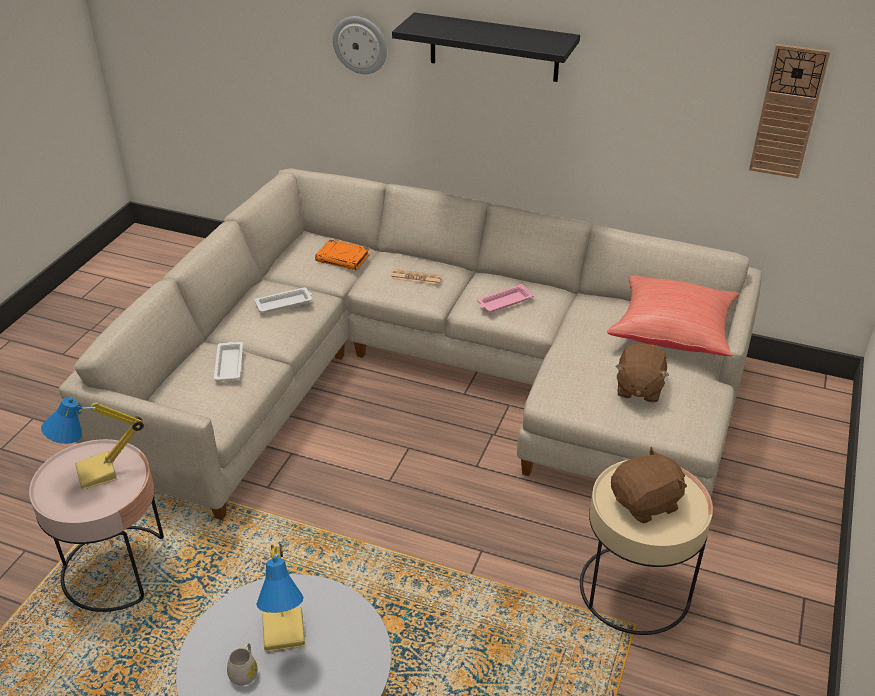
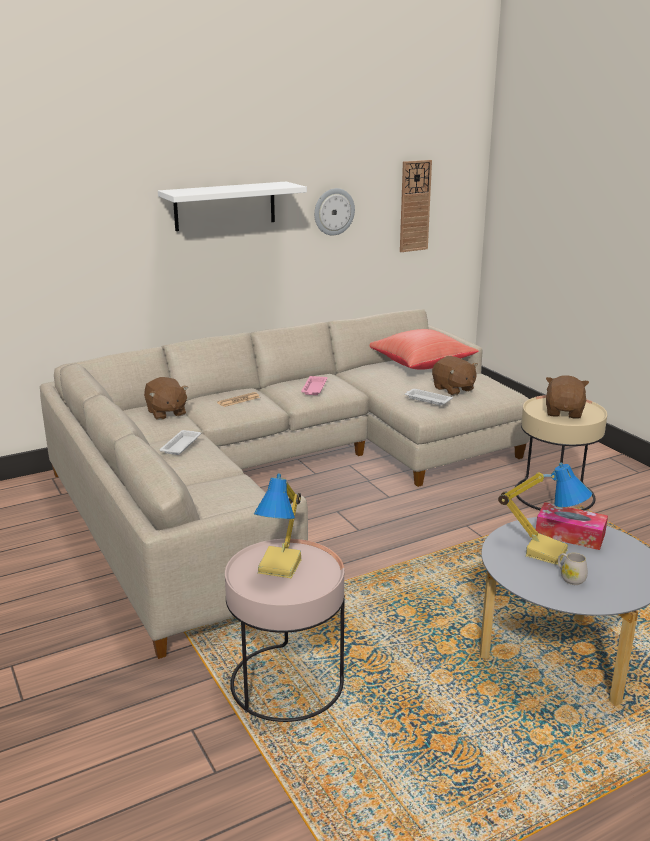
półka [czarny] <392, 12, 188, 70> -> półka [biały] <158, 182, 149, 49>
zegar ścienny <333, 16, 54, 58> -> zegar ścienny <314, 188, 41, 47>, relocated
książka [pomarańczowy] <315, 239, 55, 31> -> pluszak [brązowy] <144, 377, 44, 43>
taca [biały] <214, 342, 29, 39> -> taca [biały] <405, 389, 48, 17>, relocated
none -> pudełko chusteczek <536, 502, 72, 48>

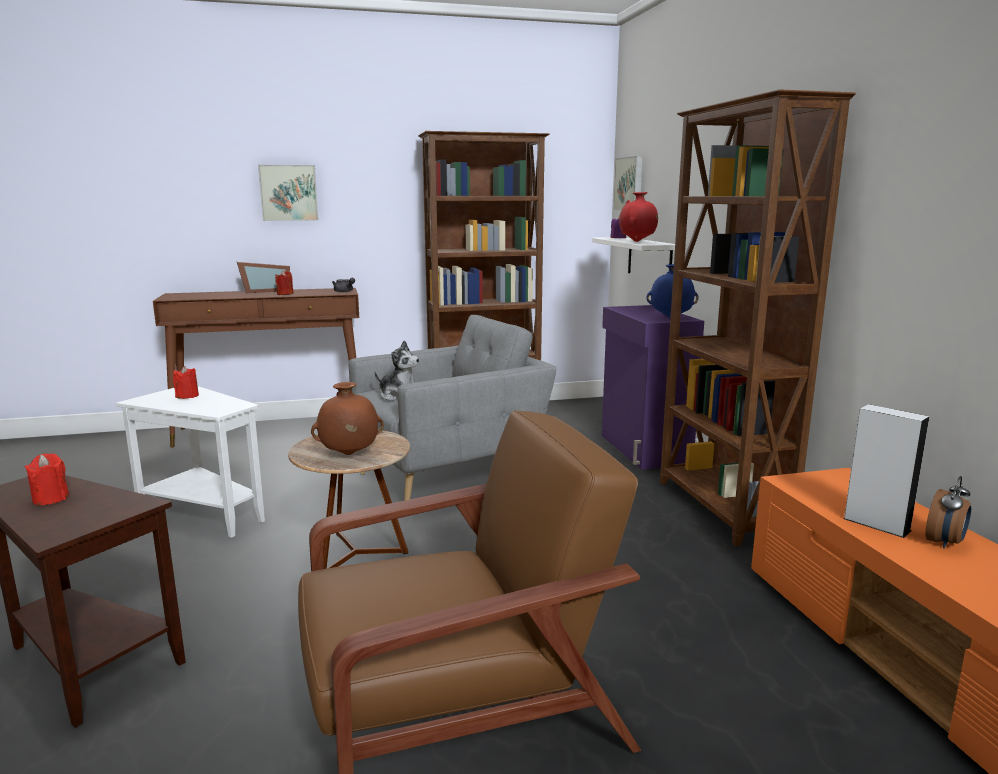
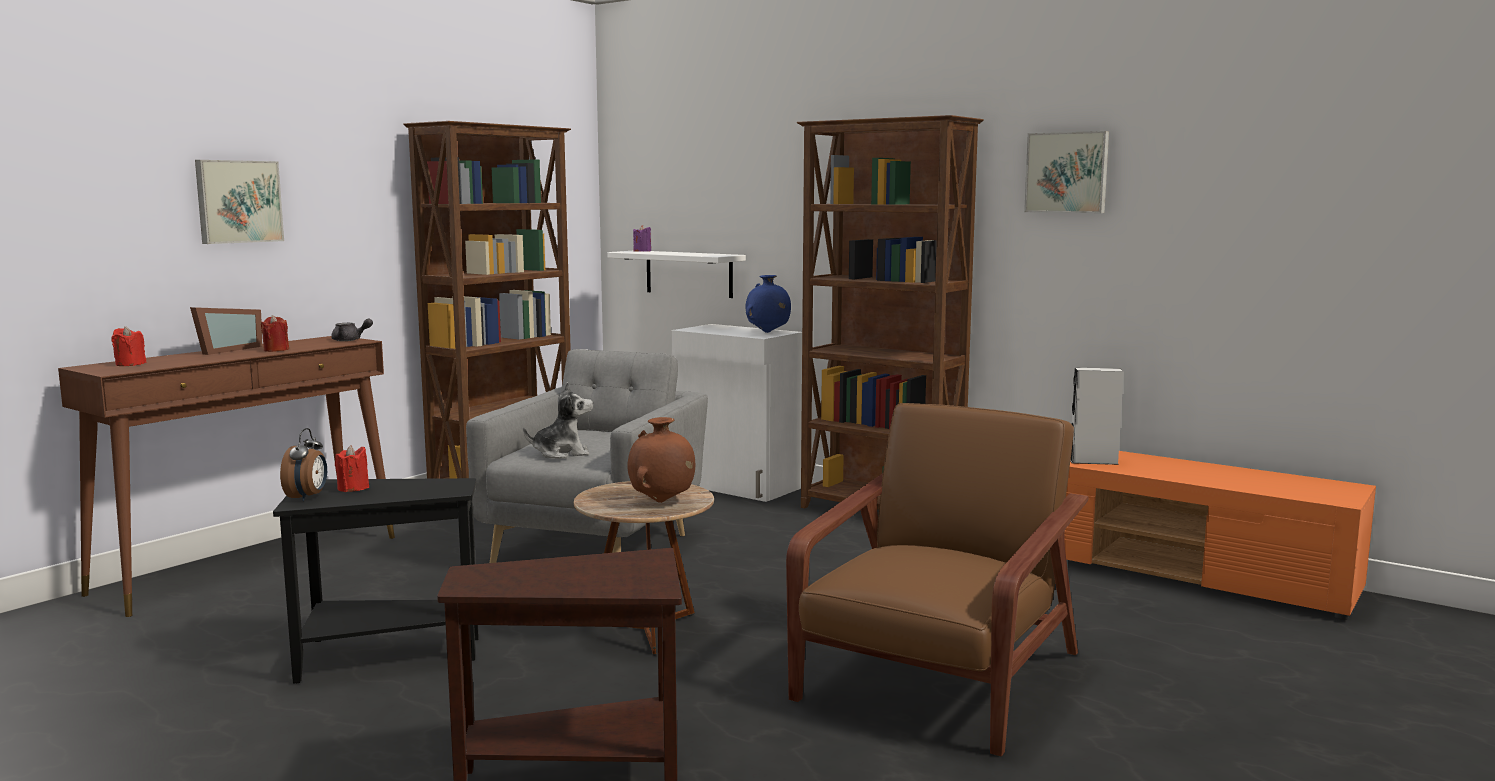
obraz <613, 156, 30, 55> -> obraz <1024, 131, 85, 82>, relocated
wazon [czerwony] <619, 192, 39, 50> -> none
szafka [fioletowy] <602, 305, 102, 165> -> szafka [biały] <671, 324, 131, 178>
stolik [biały] <116, 386, 149, 152> -> stolik [czarny] <273, 478, 206, 206>
świeca [czerwony] <25, 454, 44, 51> -> świeca [czerwony] <111, 326, 35, 40>, relocated
budzik <925, 476, 46, 73> -> budzik <280, 428, 47, 73>, relocated

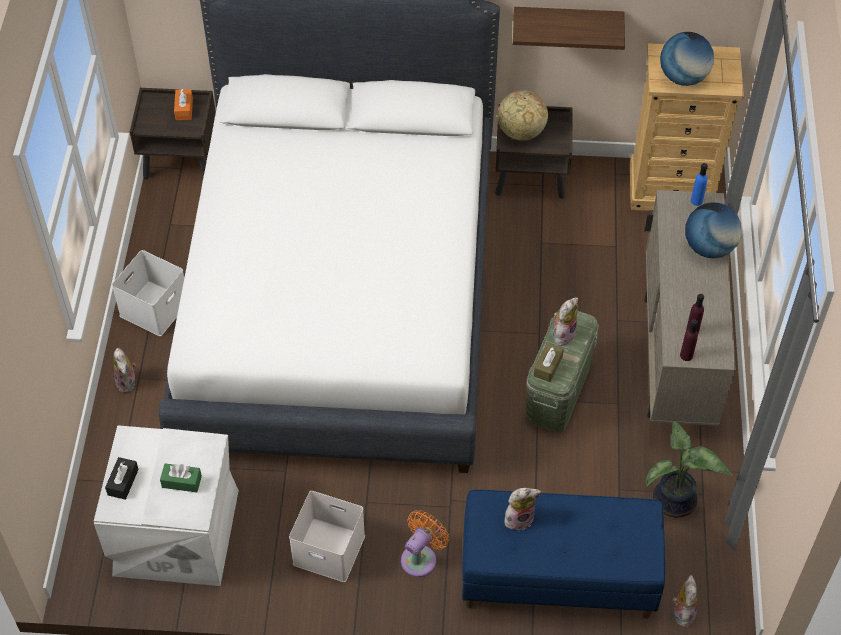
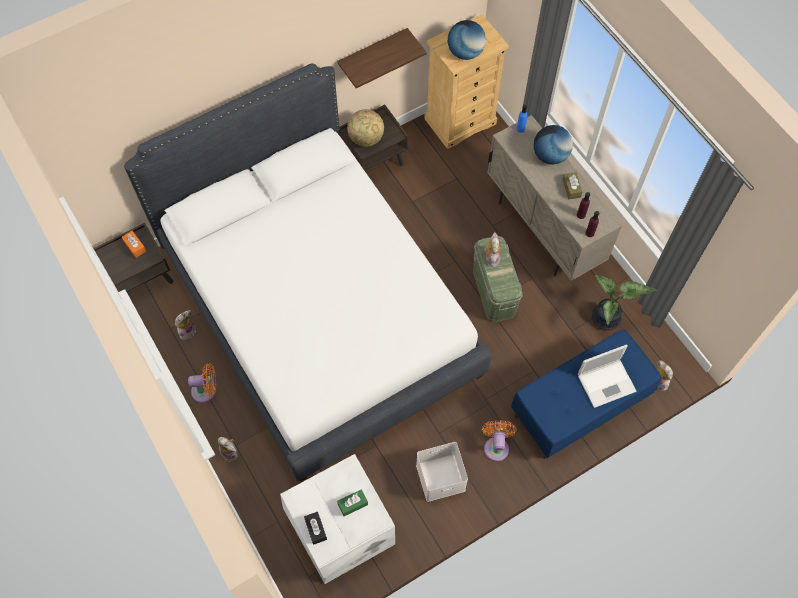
pojemnik do przechowywania [biały] <112, 250, 72, 86> -> wentylator [pomarańczowy] <188, 363, 28, 40>
pudełko chusteczek [brązowy] <534, 343, 30, 39> -> pudełko chusteczek [brązowy] <563, 172, 19, 27>, relocated
pluszak <505, 488, 36, 42> -> pluszak <175, 310, 21, 30>, relocated
none -> laptop <578, 345, 59, 63>

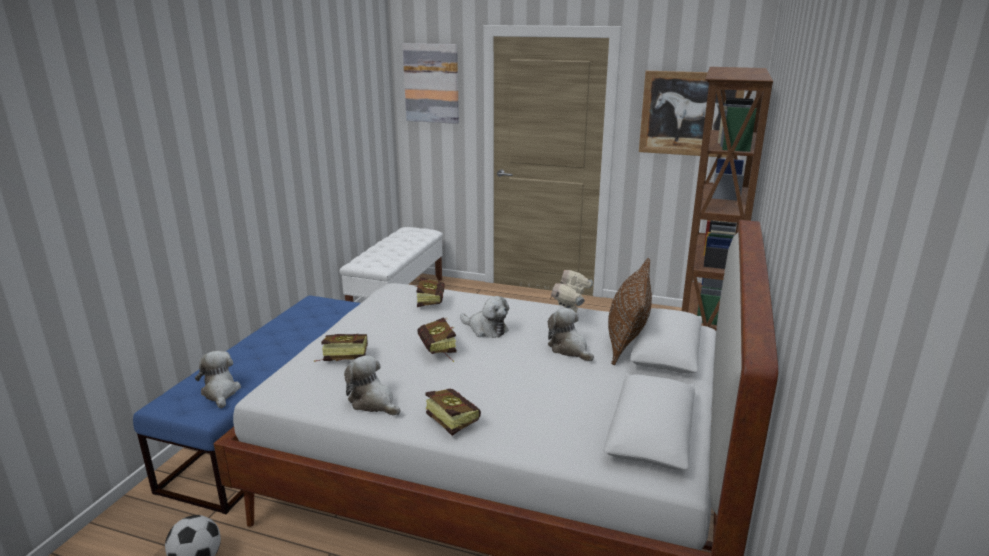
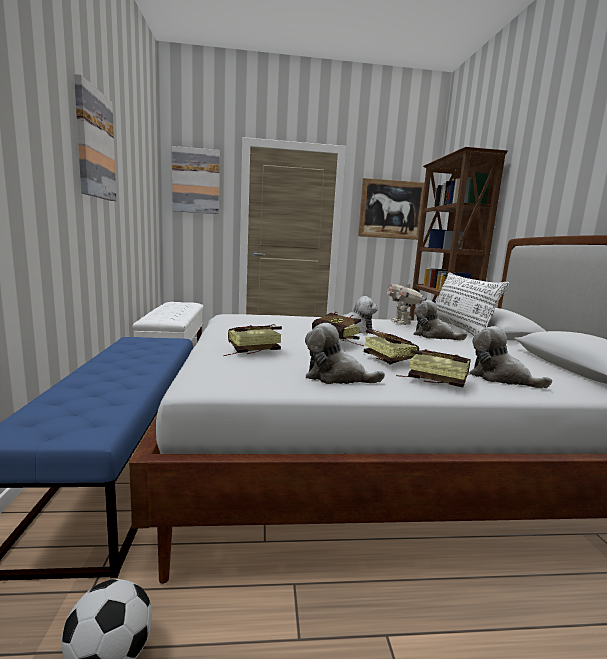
poduszka [brązowy] <608, 258, 44, 107> -> poduszka [biały] <435, 272, 75, 64>
książka <416, 277, 29, 30> -> książka <363, 329, 56, 36>, relocated
pluszak <195, 351, 46, 58> -> pluszak <469, 326, 83, 62>, relocated
none -> obraz <74, 74, 43, 127>

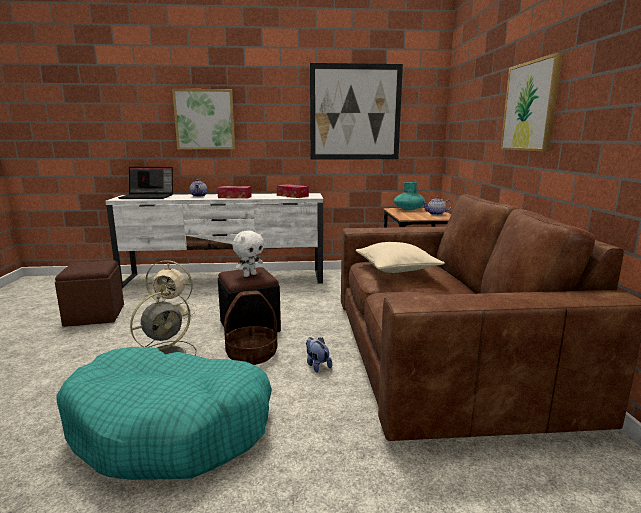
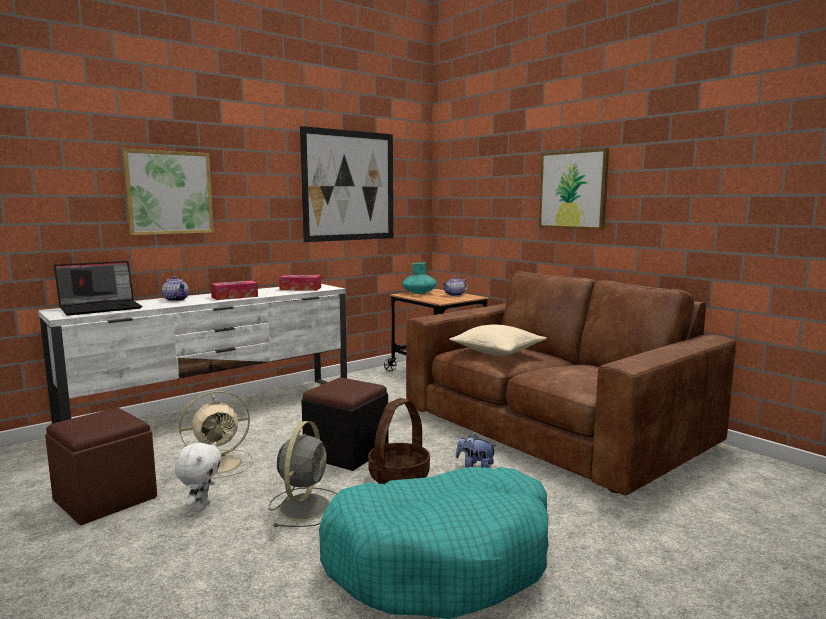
pluszak [biały] <232, 230, 32, 47> -> pluszak [biały] <175, 442, 47, 70>, relocated

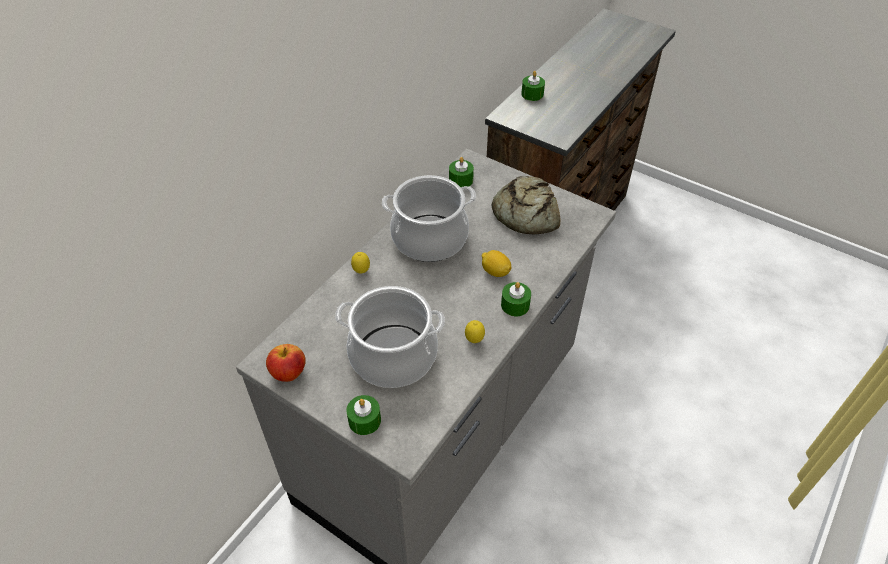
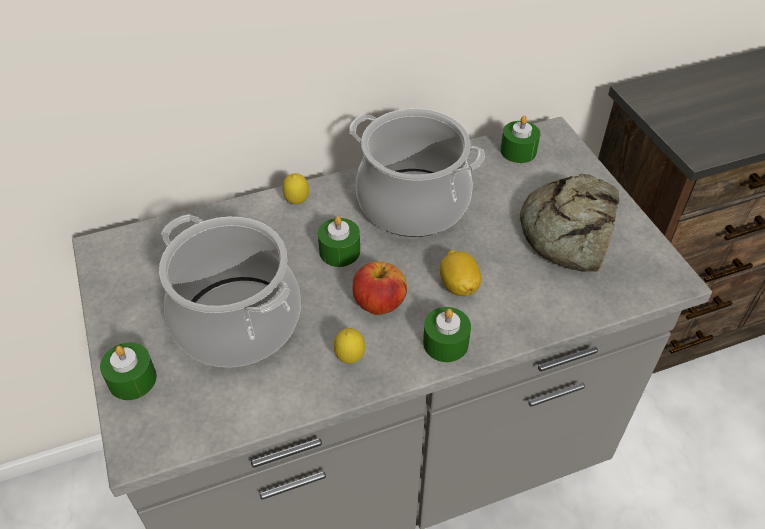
świeca [zielony] <521, 71, 24, 30> -> świeca [zielony] <318, 216, 42, 51>, relocated
jabłko <266, 344, 40, 38> -> jabłko <353, 261, 54, 54>, relocated

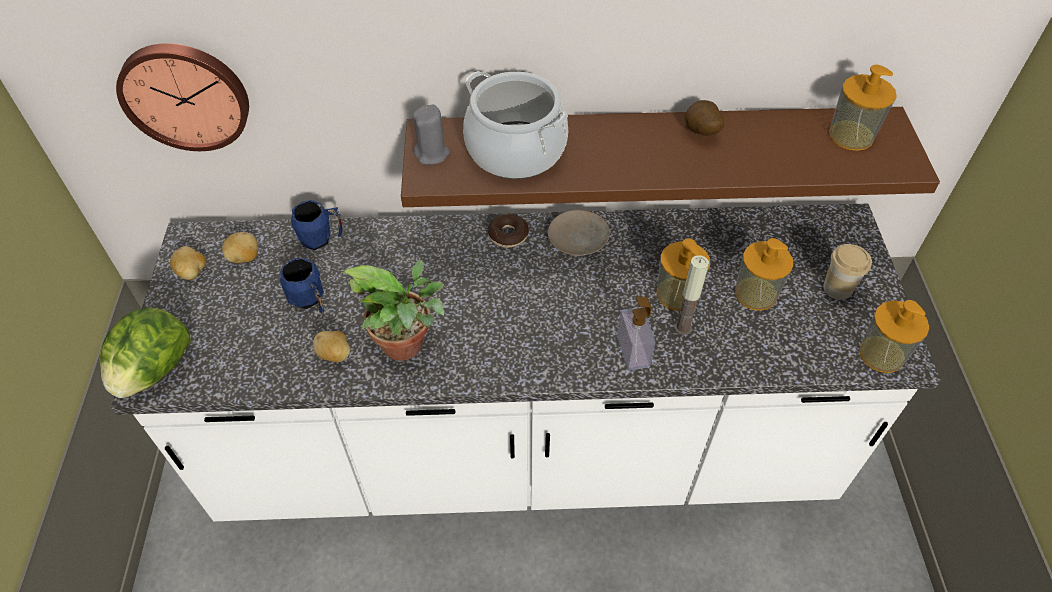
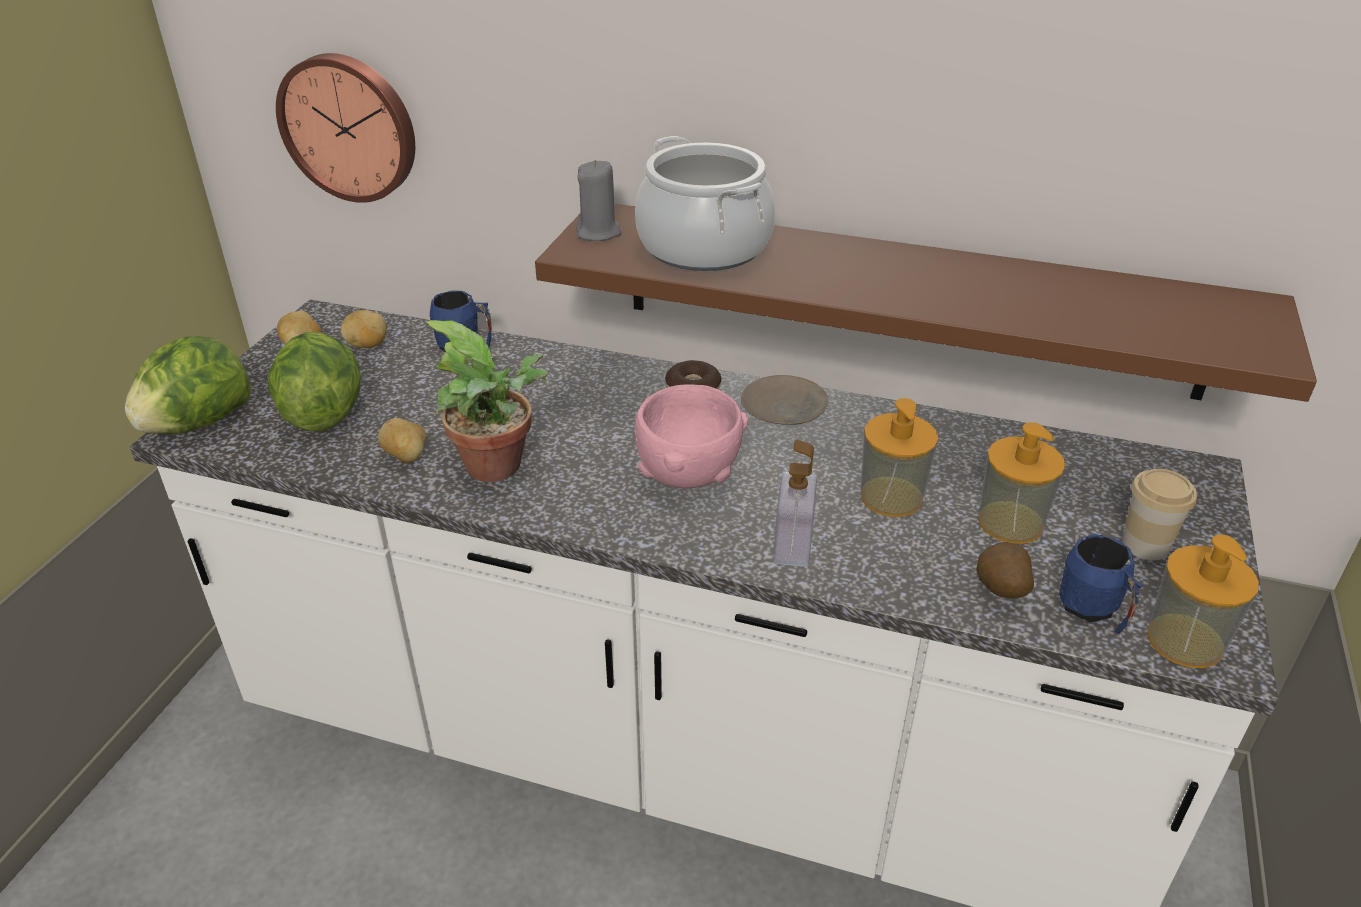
dozownik mydła <829, 65, 68, 86> -> none
ziemniak <685, 100, 39, 36> -> ziemniak <976, 542, 58, 56>, relocated
świeca <674, 255, 35, 80> -> none
kubek [niebieski] <280, 258, 44, 55> -> kubek [niebieski] <1059, 534, 84, 100>, relocated
none -> sałata <268, 332, 93, 99>
none -> miska [różowy] <635, 384, 113, 104>

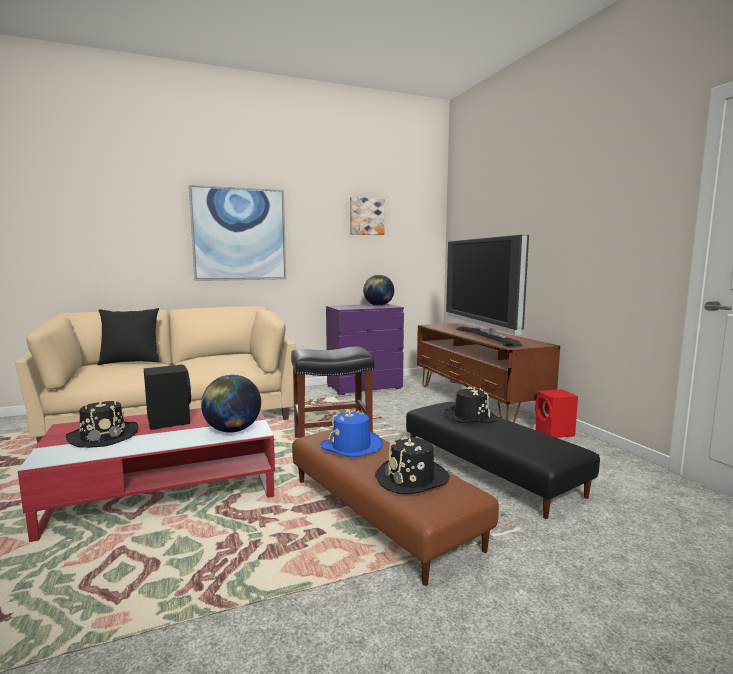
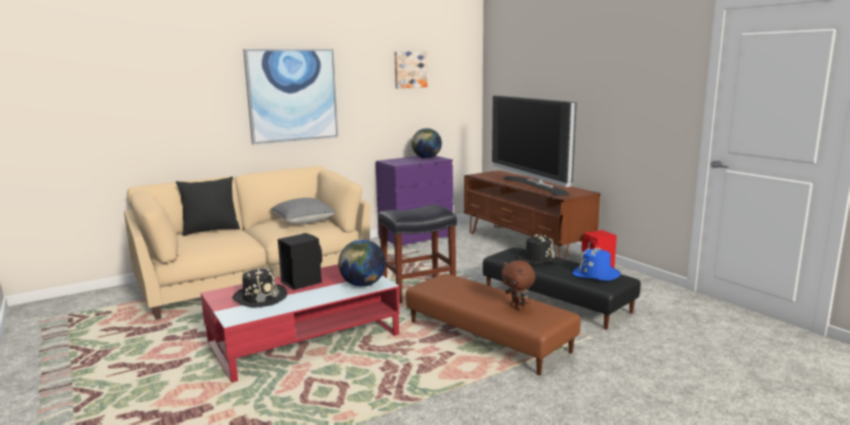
kapelusz [niebieski] <320, 410, 63, 47> -> kapelusz [niebieski] <572, 248, 49, 33>, relocated
kapelusz [czarny] <375, 436, 75, 58> -> pluszak [brązowy] <501, 260, 35, 50>
none -> poduszka [szary] <270, 198, 66, 26>

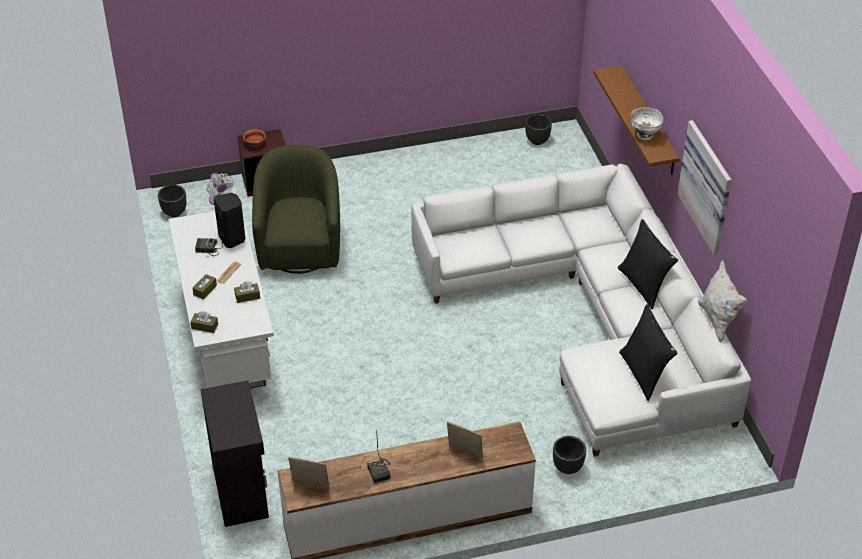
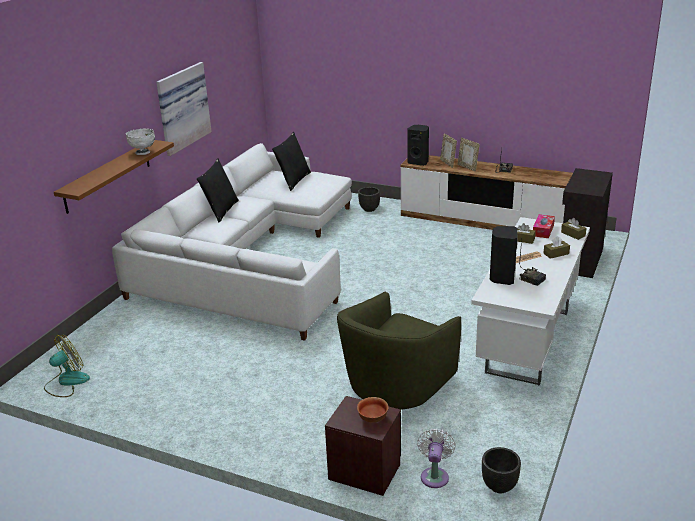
donica [czarny] <525, 114, 27, 31> -> wentylator <44, 334, 46, 63>
poduszka [biały] <698, 260, 49, 83> -> none
ramka na zdjęcie <288, 457, 42, 31> -> ramka na zdjęcie <458, 138, 22, 33>, relocated
none -> głośnik [czarny] <407, 125, 22, 41>
none -> pudełko chusteczek <533, 214, 22, 24>

